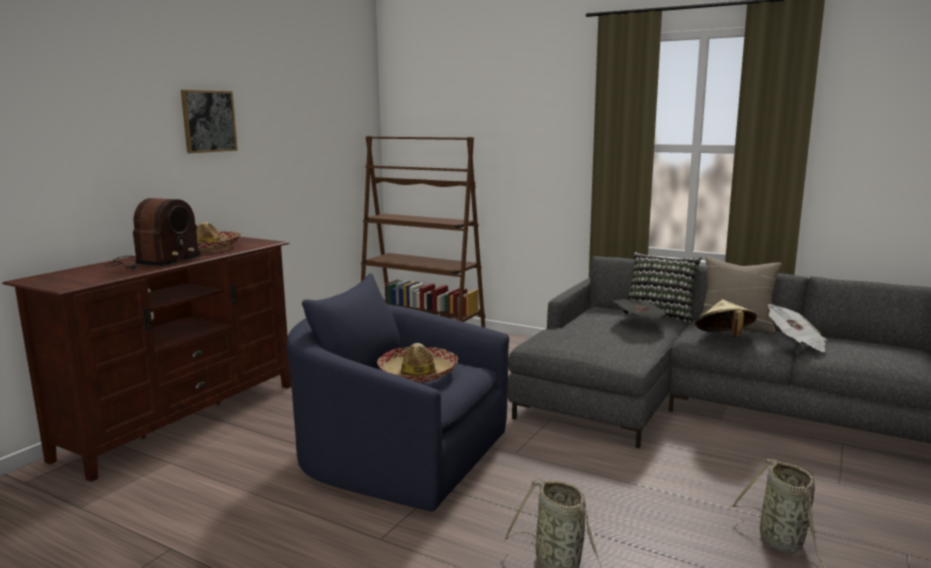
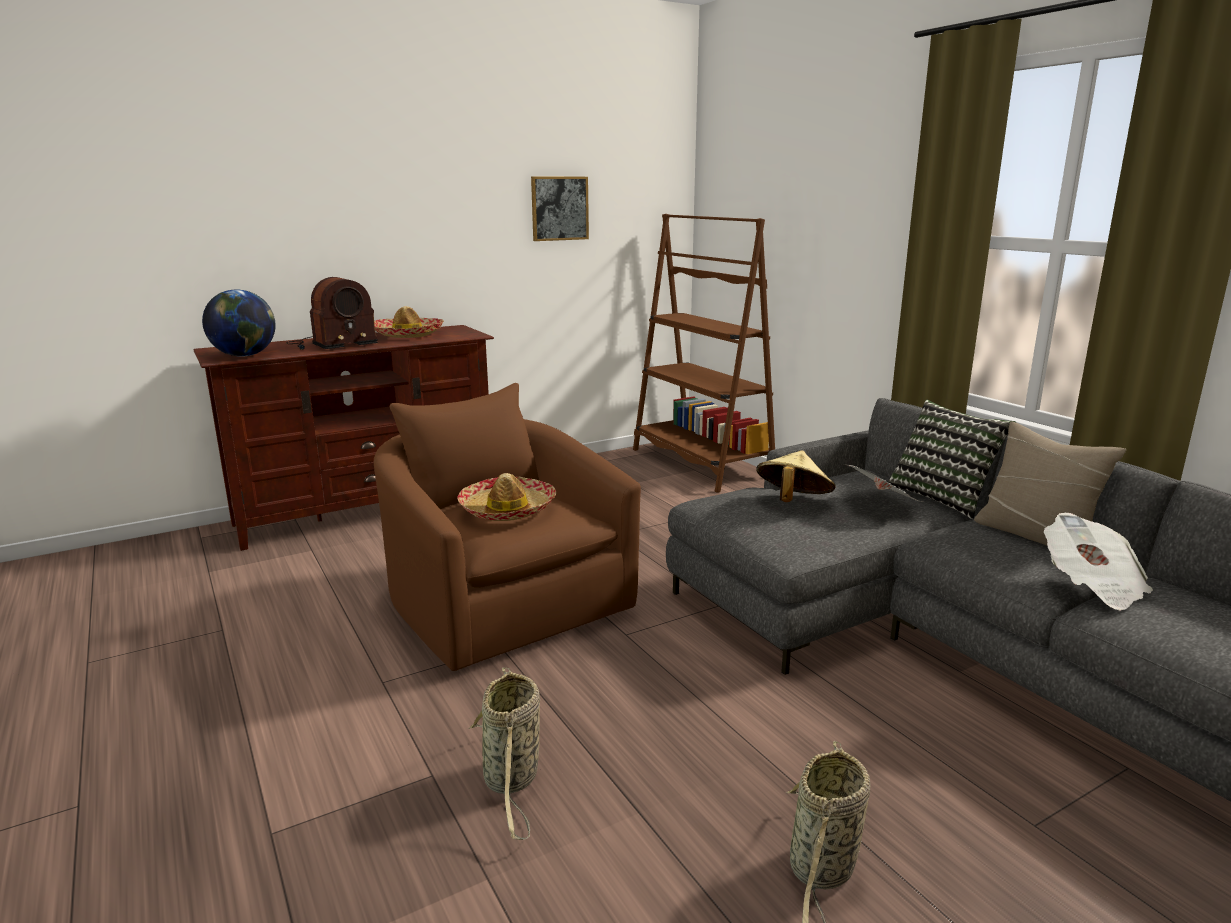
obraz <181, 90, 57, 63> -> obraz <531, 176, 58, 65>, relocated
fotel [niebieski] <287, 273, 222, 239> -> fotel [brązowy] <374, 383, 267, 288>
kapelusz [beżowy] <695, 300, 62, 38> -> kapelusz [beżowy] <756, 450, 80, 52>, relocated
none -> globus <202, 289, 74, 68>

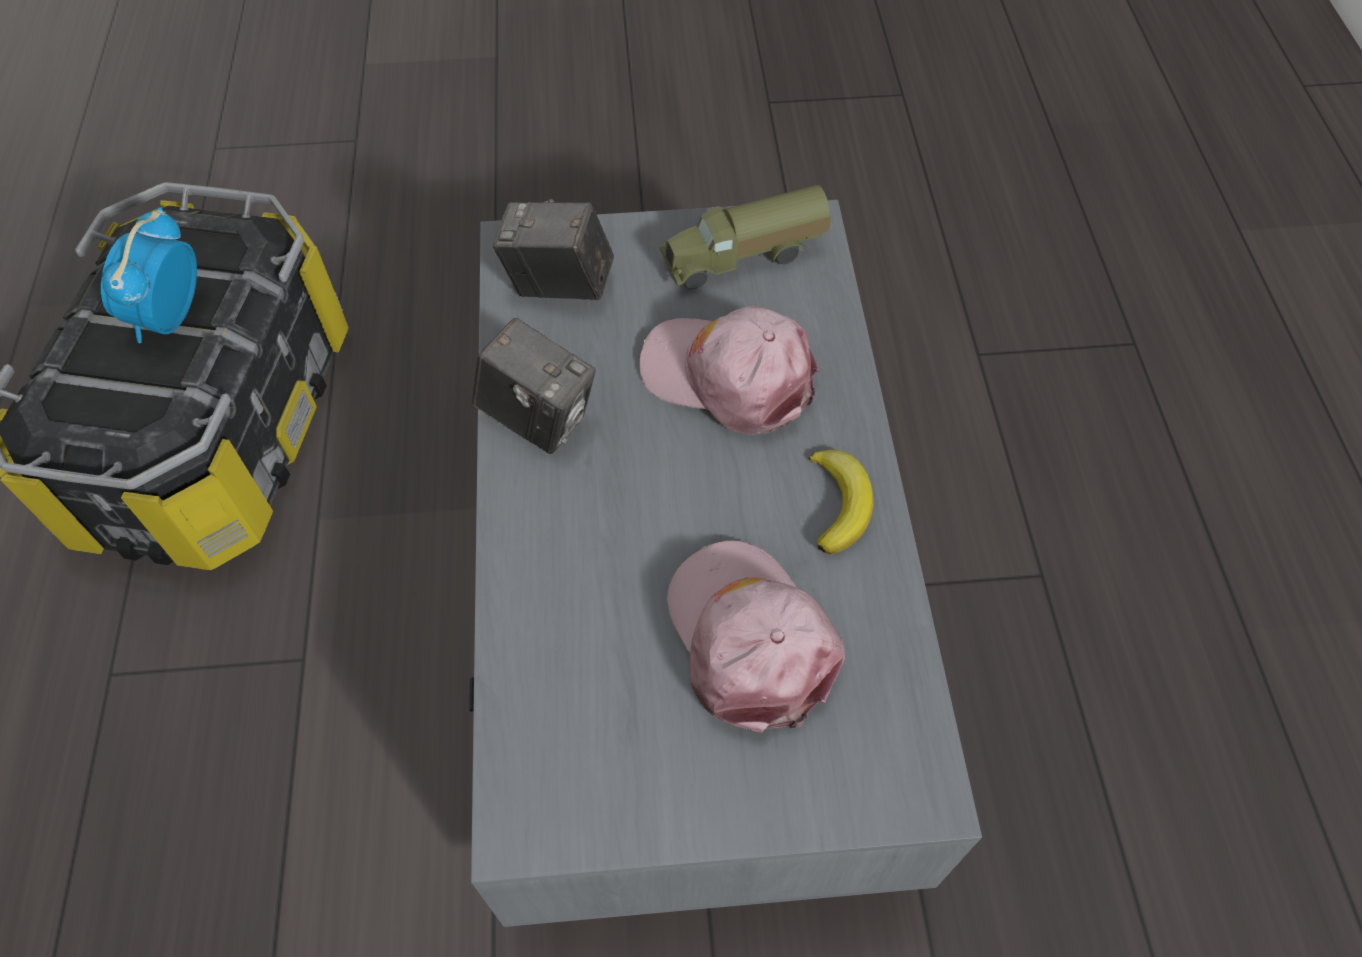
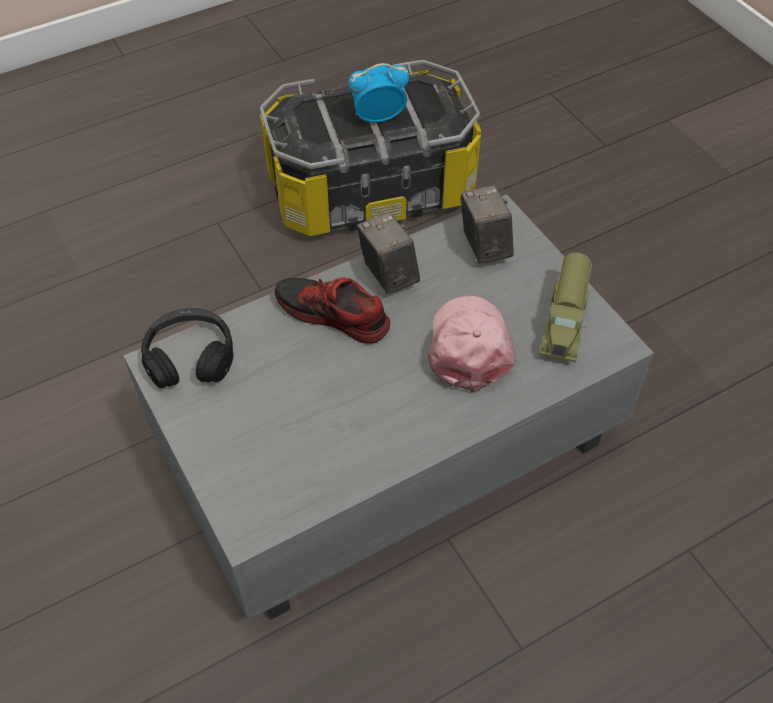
ciężarówka zabawkowa <660, 185, 171, 104> -> ciężarówka zabawkowa <539, 253, 53, 109>, 120 degrees counterclockwise
aparat fotograficzny <472, 318, 124, 136> -> aparat fotograficzny <357, 212, 63, 82>, 150 degrees clockwise
banan <808, 450, 65, 105> -> none
czapka z daszkiem [różowy] <667, 541, 178, 192> -> none
none -> but <275, 277, 115, 67>
none -> słuchawki [czarny] <141, 308, 93, 80>

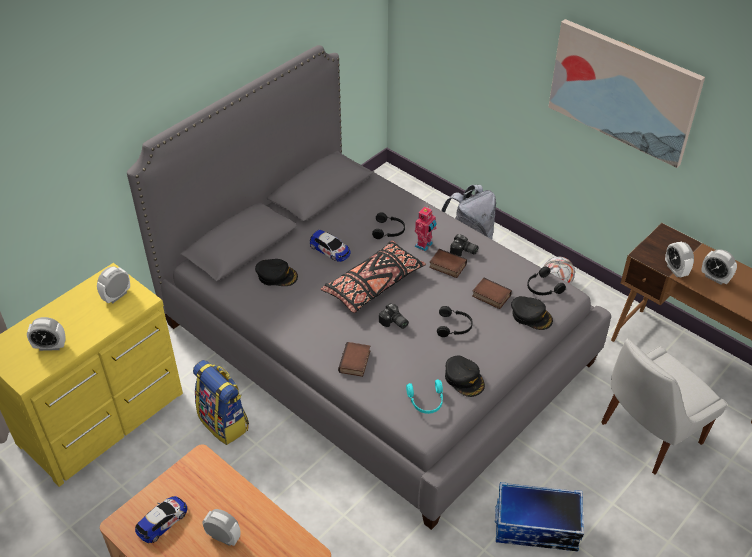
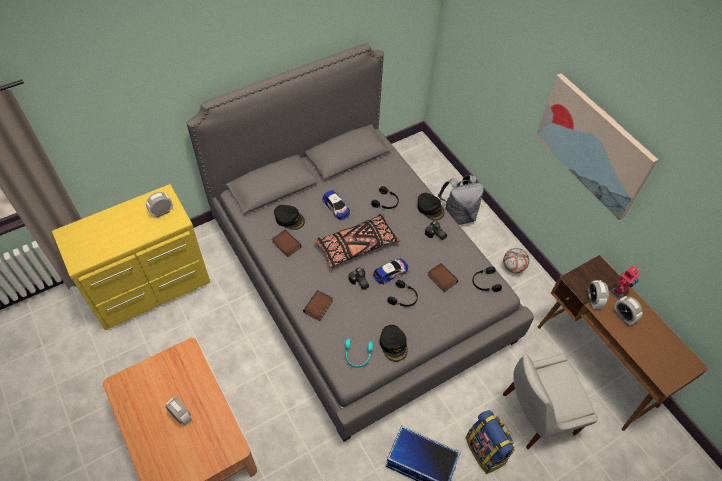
robot zabawkowy <415, 206, 22, 46> -> robot zabawkowy <611, 265, 28, 33>, relocated
książka <429, 249, 38, 29> -> książka <272, 230, 30, 27>, relocated
czapka z daszkiem [czarny] <511, 296, 42, 34> -> czapka z daszkiem [czarny] <417, 193, 27, 28>, relocated
budzik <27, 317, 39, 34> -> none
plecak <193, 360, 56, 85> -> plecak <466, 410, 49, 64>, relocated
samochodzik <135, 496, 52, 47> -> samochodzik <373, 259, 35, 25>, relocated

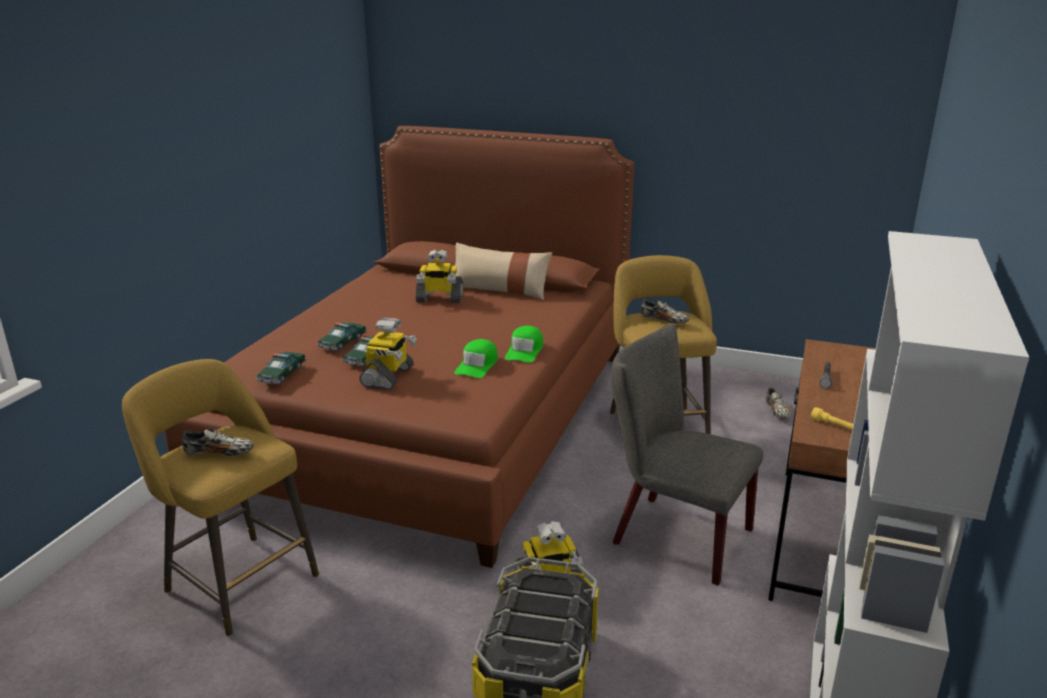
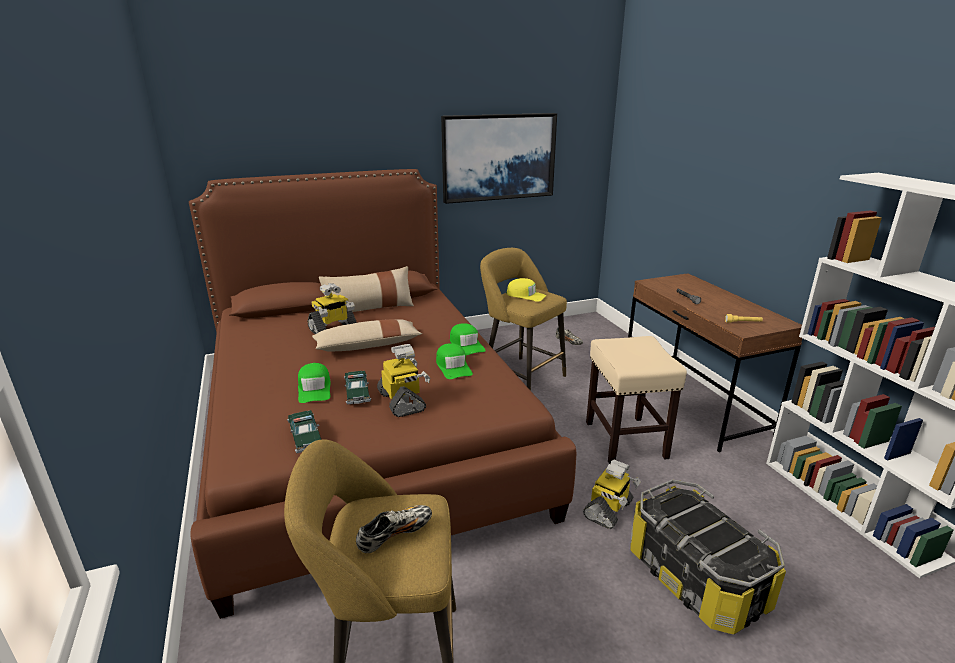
but <641, 299, 48, 25> -> czapka z daszkiem [żółty] <506, 278, 40, 24>
samochodzik <317, 322, 50, 29> -> czapka z daszkiem [zielony] <298, 363, 33, 40>
krzesło [szary] <611, 324, 152, 262> -> stołek [beżowy] <586, 336, 101, 128>
none -> obraz <441, 113, 116, 91>
none -> poduszka [beżowy] <312, 319, 110, 33>

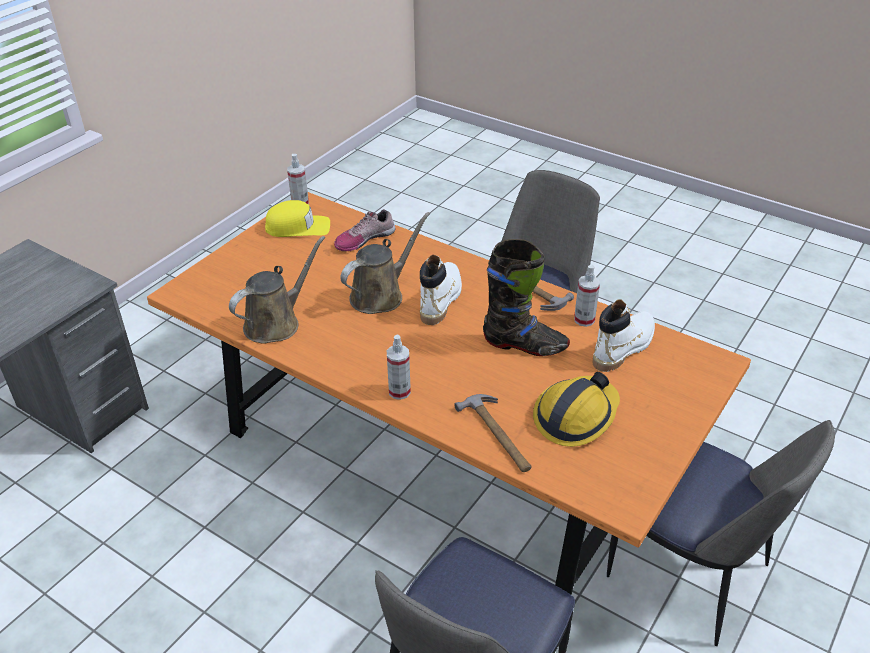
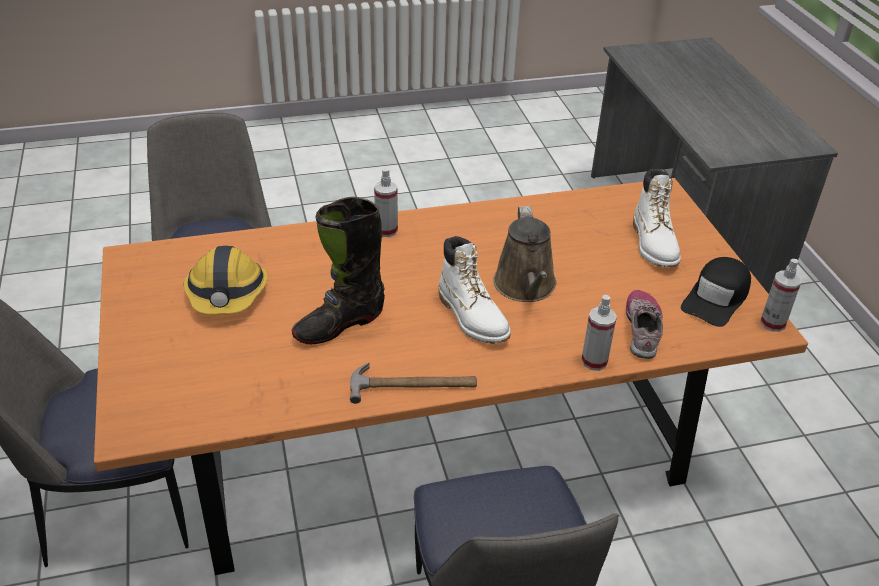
czapka z daszkiem [żółty] <265, 200, 65, 37> -> czapka z daszkiem [czarny] <681, 257, 70, 70>
konewka [brązowy] <229, 236, 96, 108> -> none
spryskiwacz <574, 265, 26, 62> -> spryskiwacz <581, 295, 36, 76>, relocated
but z cholewką [biały] <593, 299, 62, 73> -> but z cholewką [biały] <633, 169, 48, 99>, relocated
młotek <454, 394, 77, 78> -> none

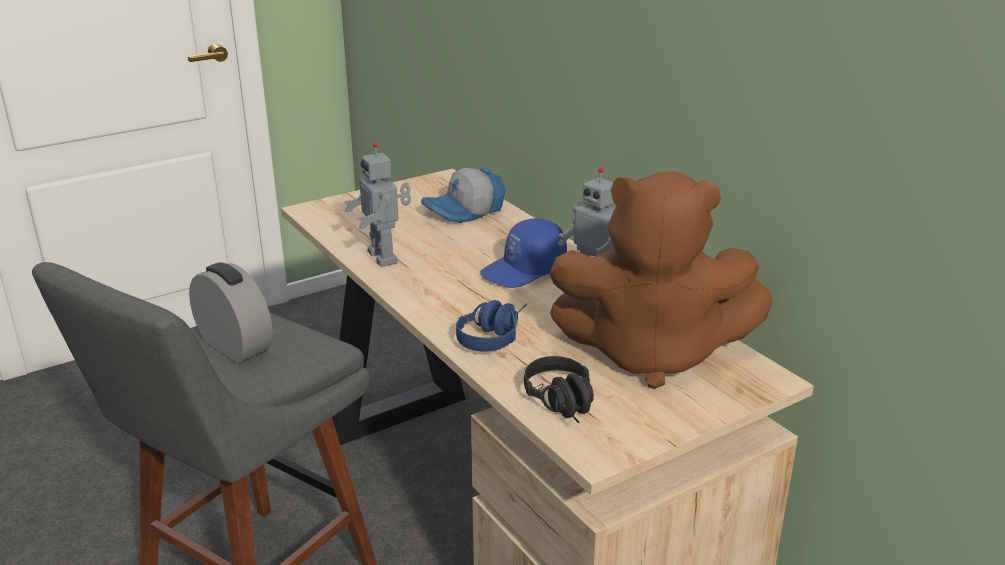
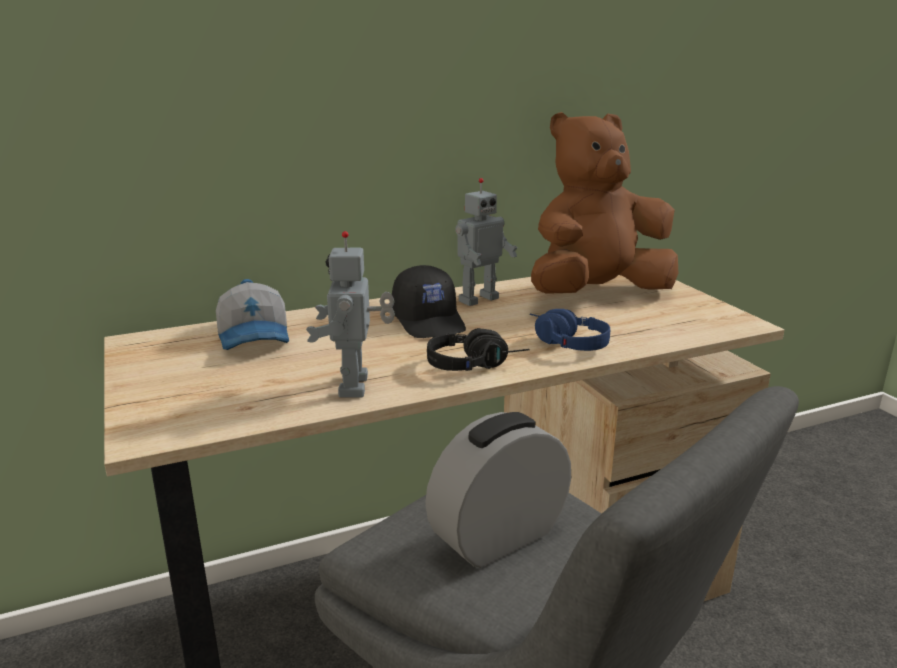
robot zabawkowy <344, 143, 67, 124> -> robot zabawkowy <306, 231, 89, 167>, 105 degrees clockwise
pluszak [brązowy] <549, 171, 224, 218> -> pluszak [brązowy] <531, 112, 147, 182>, 135 degrees counterclockwise
czapka z daszkiem [niebieski] <480, 218, 87, 70> -> czapka z daszkiem [czarny] <392, 265, 74, 73>
słuchawki [czarny] <524, 356, 70, 67> -> słuchawki [czarny] <427, 328, 103, 43>, relocated

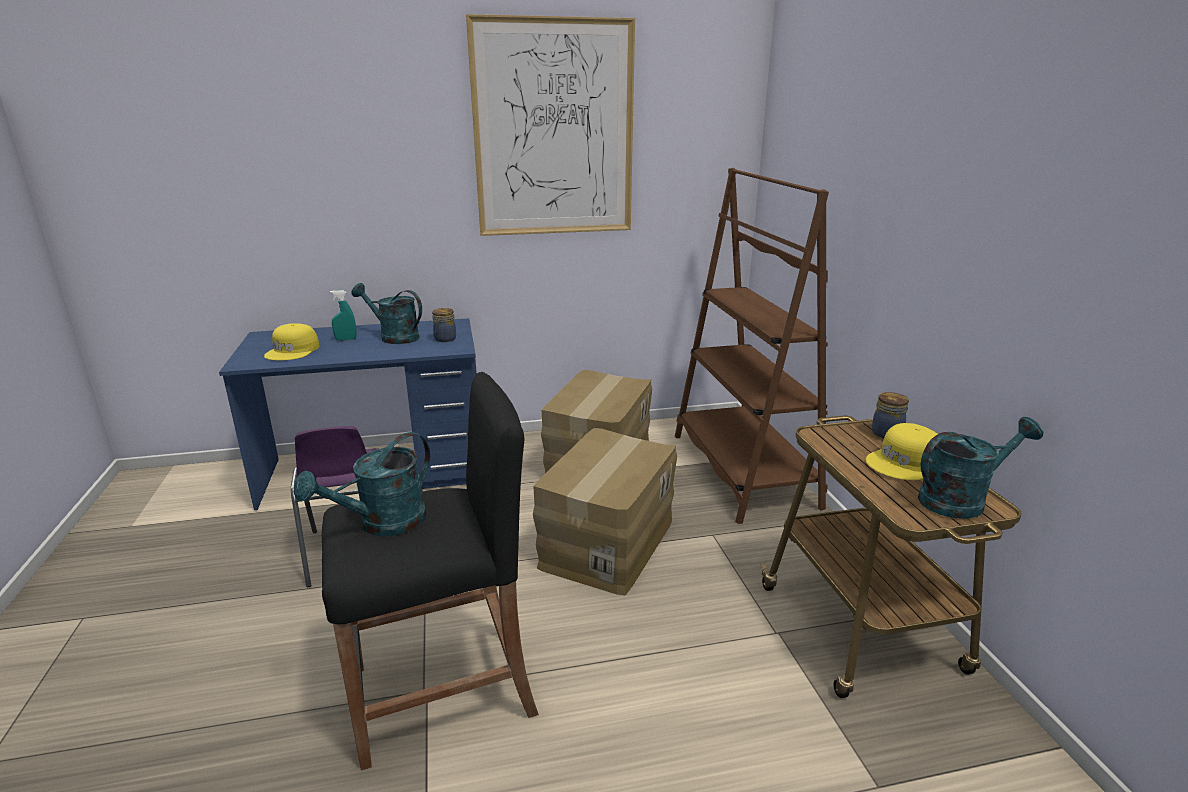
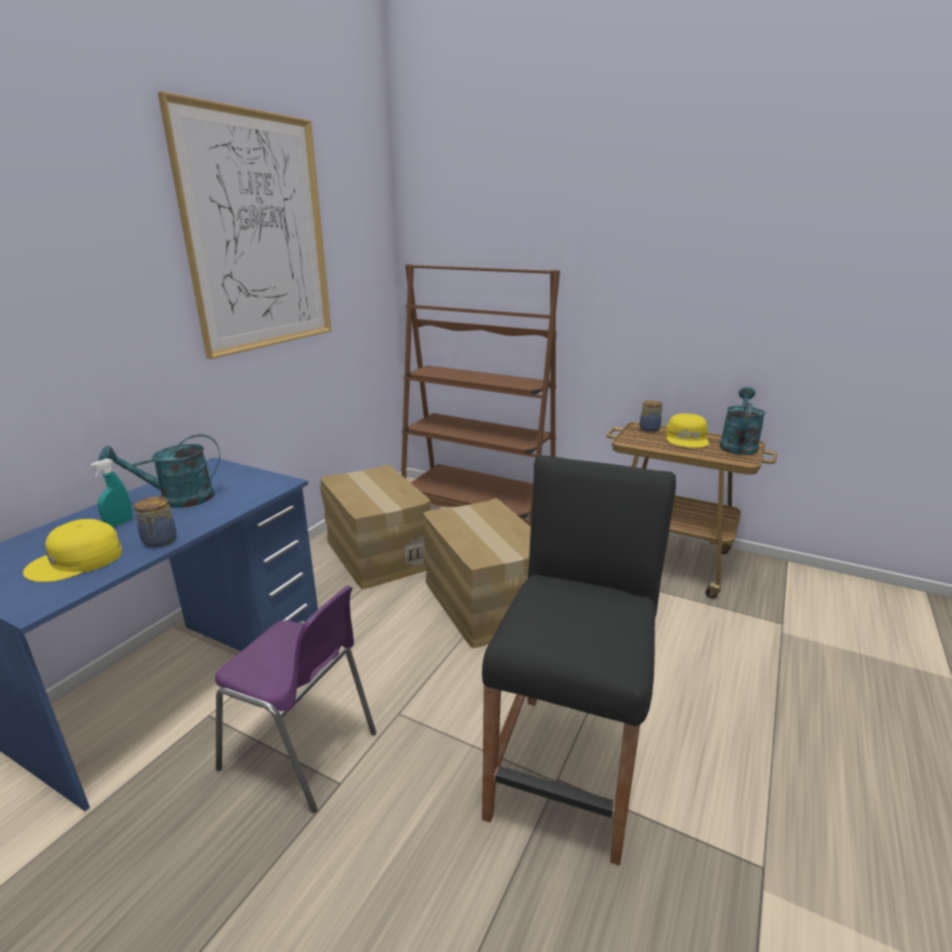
słoik <432, 308, 24, 34> -> słoik <134, 496, 43, 52>, relocated
czapka z daszkiem [żółty] <264, 323, 56, 38> -> czapka z daszkiem [żółty] <23, 519, 99, 63>, 90 degrees clockwise
konewka [turkusowy] <294, 432, 136, 104> -> none

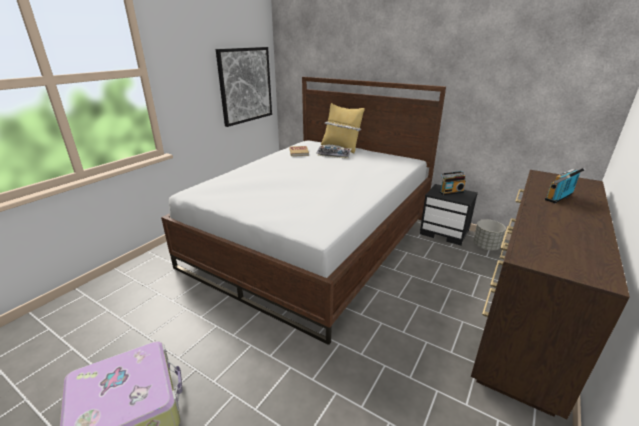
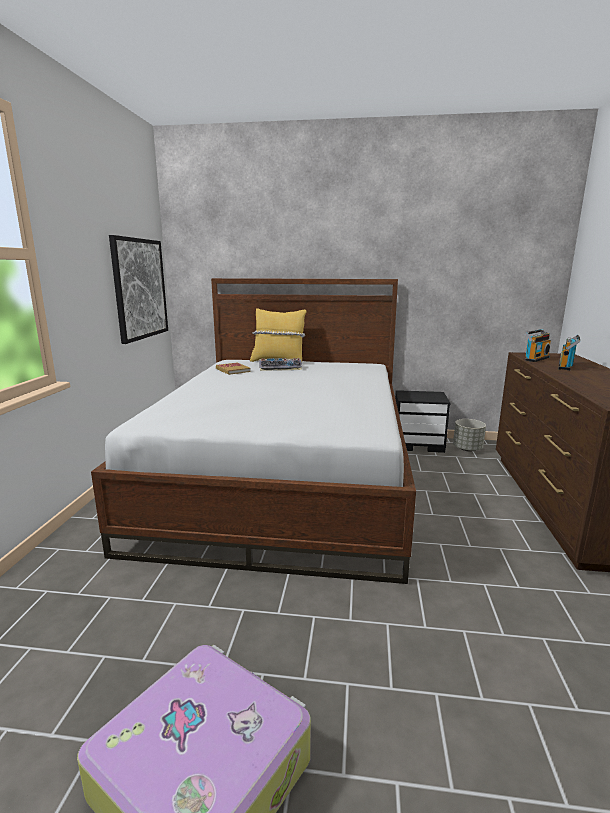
radio <440, 171, 26, 24> -> radio <525, 329, 26, 33>, relocated

